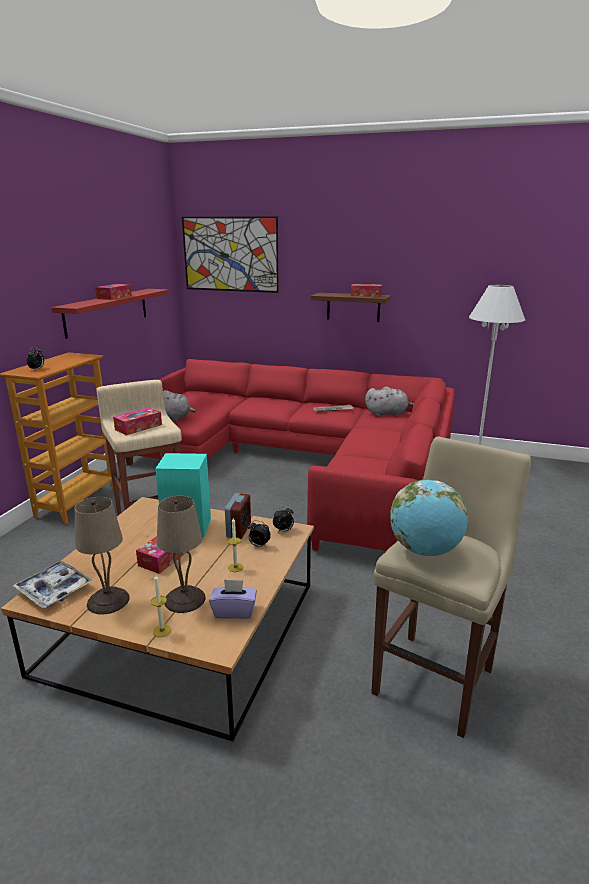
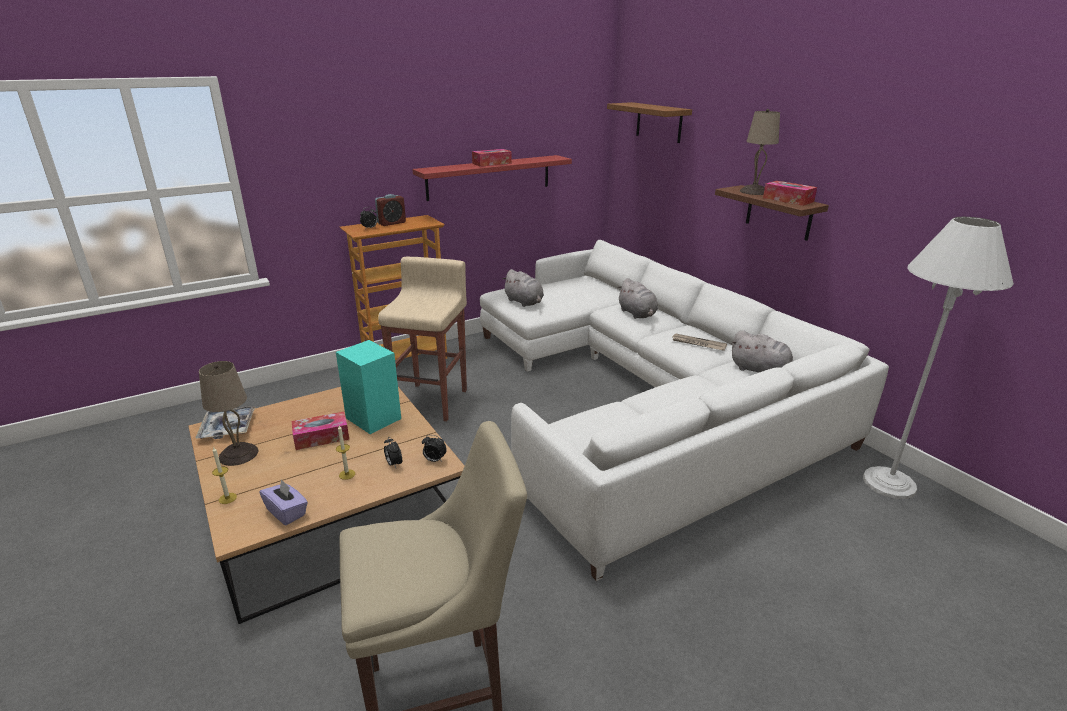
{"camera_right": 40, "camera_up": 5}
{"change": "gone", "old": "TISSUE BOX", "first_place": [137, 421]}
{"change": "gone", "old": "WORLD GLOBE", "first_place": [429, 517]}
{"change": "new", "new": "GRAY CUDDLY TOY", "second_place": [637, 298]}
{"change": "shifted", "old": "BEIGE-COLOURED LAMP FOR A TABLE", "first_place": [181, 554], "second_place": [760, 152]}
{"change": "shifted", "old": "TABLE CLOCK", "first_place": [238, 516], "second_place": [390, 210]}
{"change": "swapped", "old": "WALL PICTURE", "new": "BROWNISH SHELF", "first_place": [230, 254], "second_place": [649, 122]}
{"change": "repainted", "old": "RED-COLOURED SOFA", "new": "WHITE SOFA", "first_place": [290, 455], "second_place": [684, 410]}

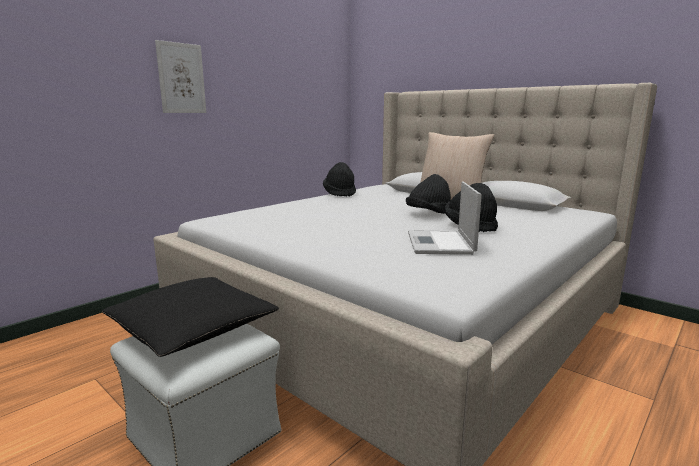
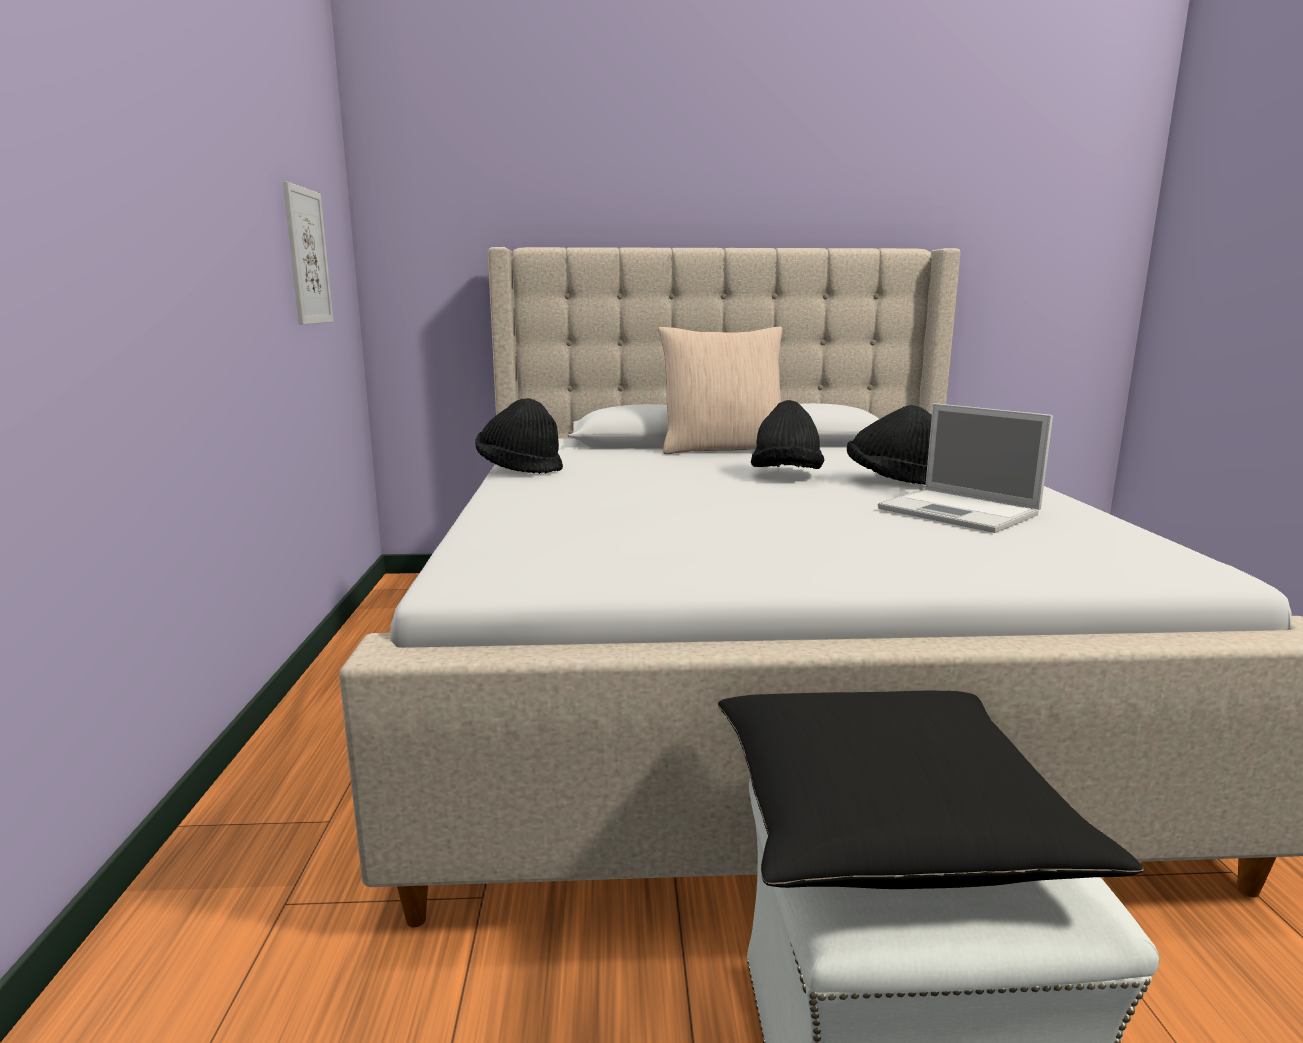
{"camera_right": -45, "camera_up": 0}
{"change": "shifted", "old": "WALL PICTURE", "first_place": [180, 76], "second_place": [308, 253]}

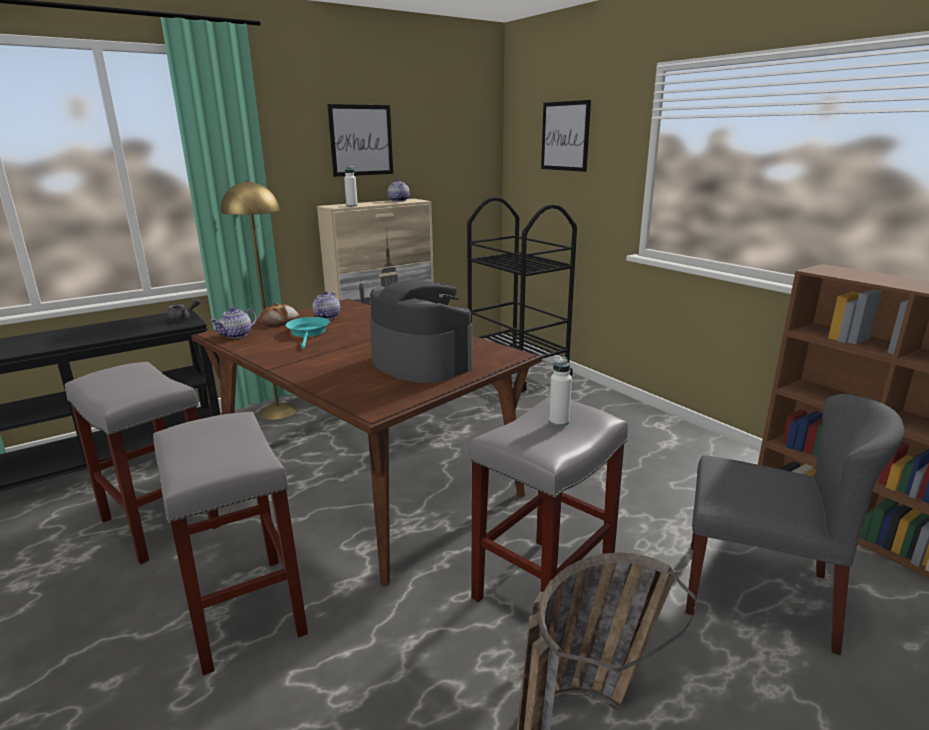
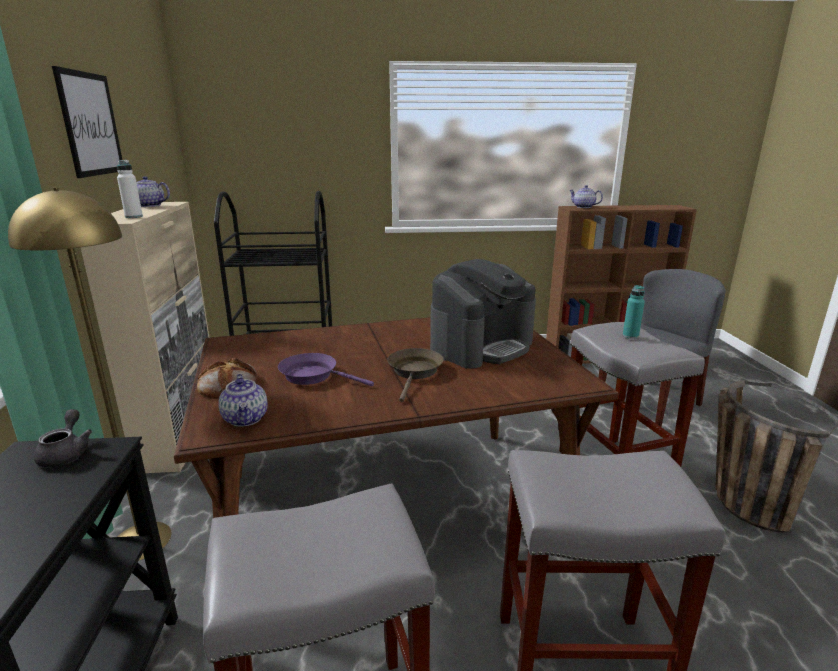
{"camera_right": -60, "camera_up": 0}
{"change": "gone", "old": "WALL PICTURE", "first_place": [566, 136]}
{"change": "new", "new": "BROWNISH FRYING PAN", "second_place": [415, 375]}
{"change": "shifted", "old": "TEA POT", "first_place": [326, 305], "second_place": [586, 196]}
{"change": "repainted", "old": "TURQUOISE FRYING PAN", "new": "PURPLE-COLOURED FRYING PAN", "first_place": [308, 333], "second_place": [326, 369]}
{"change": "repainted", "old": "WHITE DRINK BOTTLE", "new": "TURQUOISE DRINK BOTTLE", "first_place": [560, 392], "second_place": [634, 312]}
{"change": "rotated", "old": "COFFEE MACHINE", "first_place": [421, 331], "second_place": [483, 314], "degrees": 150}

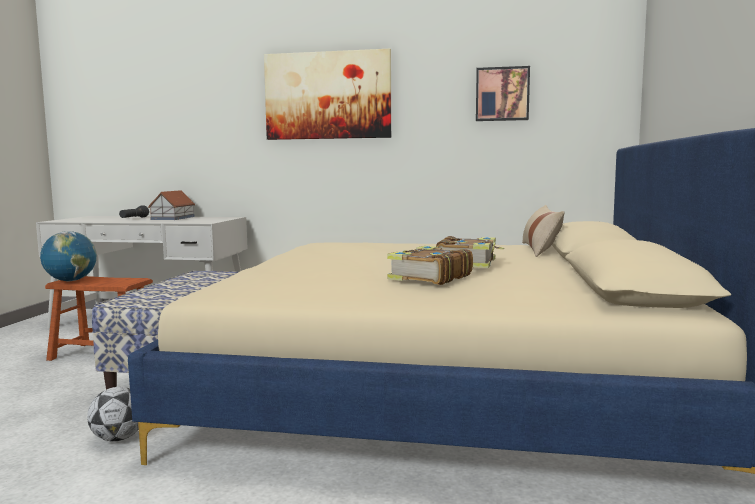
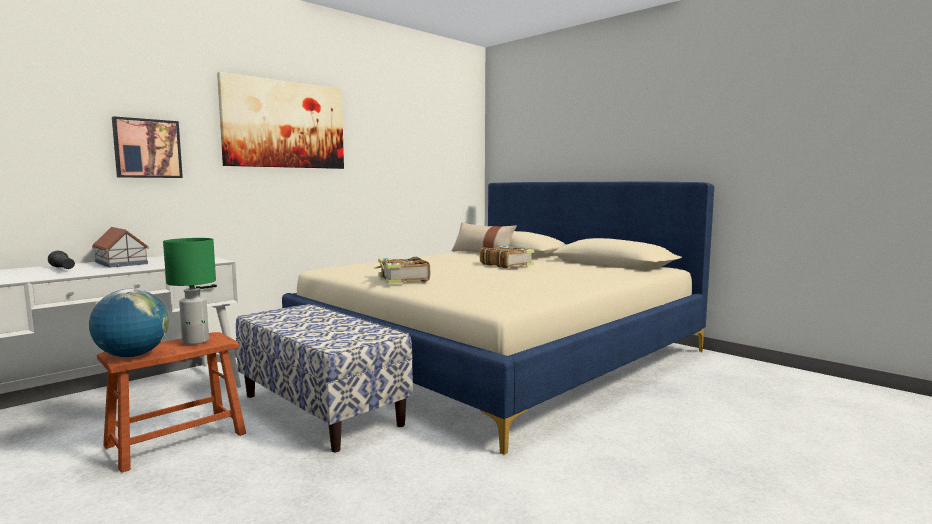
{"camera_right": -55, "camera_up": 0}
{"change": "gone", "old": "FOOTBALL", "first_place": [113, 414]}
{"change": "new", "new": "GREEN-COLOURED LAMP FOR A TABLE", "second_place": [189, 291]}
{"change": "shifted", "old": "BOUND BOOK", "first_place": [430, 265], "second_place": [402, 270]}
{"change": "shifted", "old": "WALL PICTURE", "first_place": [503, 93], "second_place": [147, 147]}

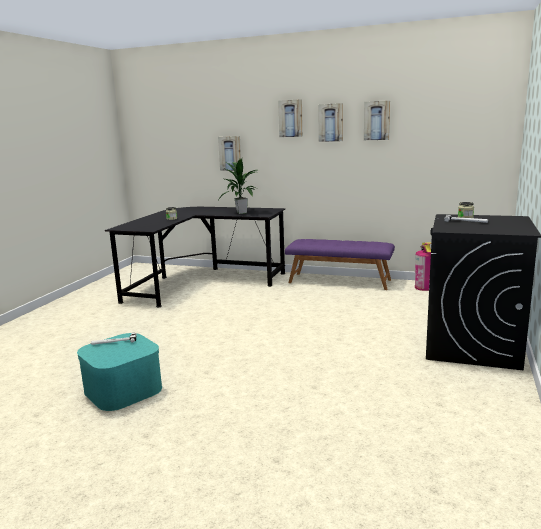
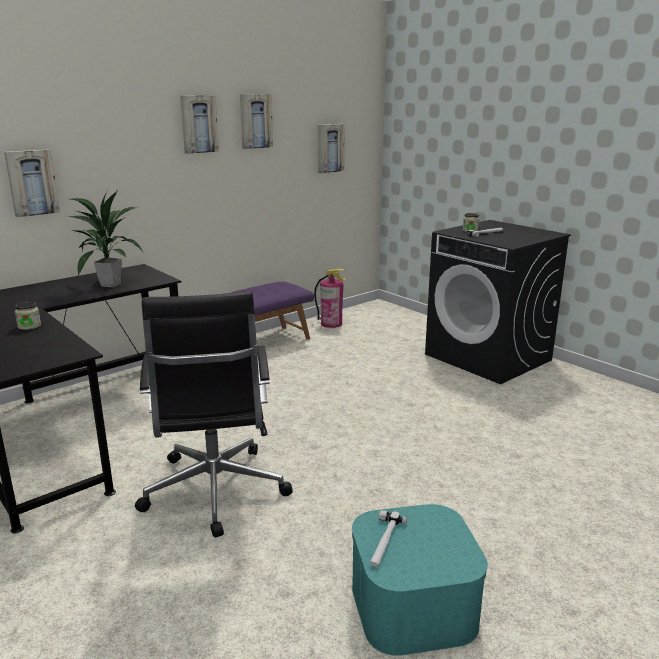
{"camera_right": -60, "camera_up": 5}
{"change": "new", "new": "BLACK-COLOURED DESK CHAIR", "second_place": [214, 414]}
{"change": "shifted", "old": "WALL PICTURE", "first_place": [290, 118], "second_place": [331, 148]}

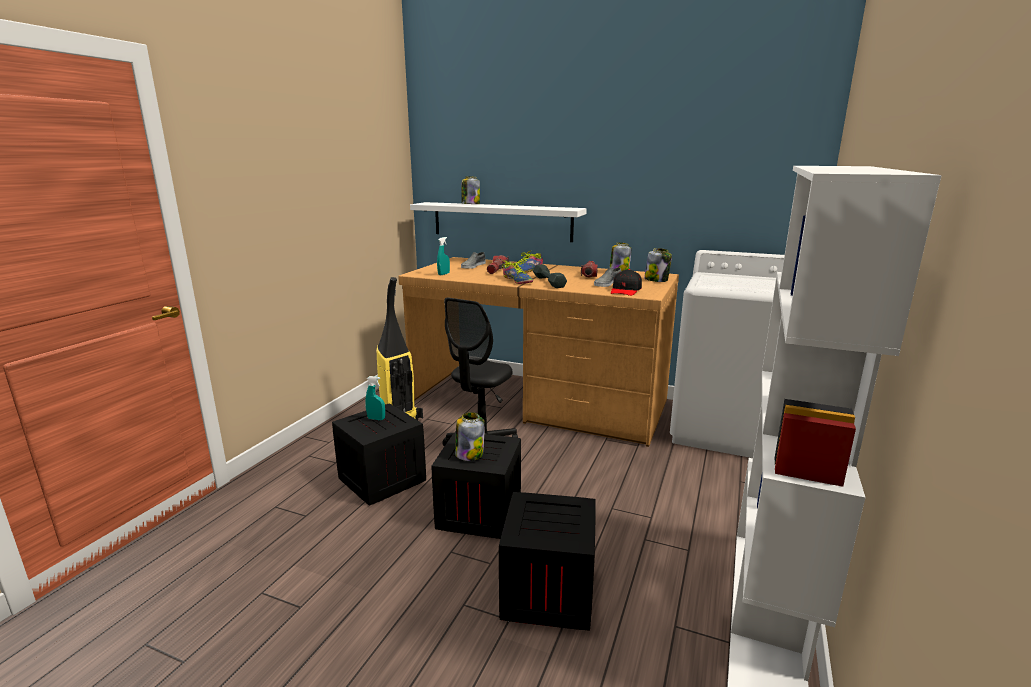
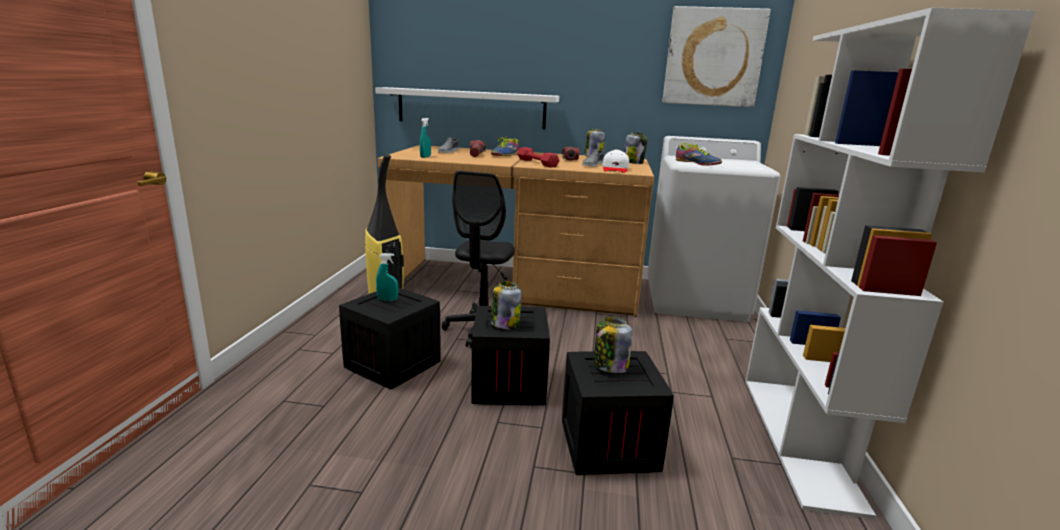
{"camera_right": -15, "camera_up": 0}
{"change": "new", "new": "WALL PICTURE", "second_place": [716, 56]}
{"change": "shifted", "old": "PRESERVE JAR", "first_place": [470, 190], "second_place": [613, 345]}
{"change": "shifted", "old": "SHOE", "first_place": [517, 272], "second_place": [699, 154]}
{"change": "repainted", "old": "GRAY FREE WEIGHT", "new": "RED-COLOURED FREE WEIGHT", "first_place": [550, 276], "second_place": [538, 157]}
{"change": "repainted", "old": "BLACK-COLOURED BASEBALL CAP", "new": "WHITE BASEBALL CAP", "first_place": [626, 282], "second_place": [615, 161]}

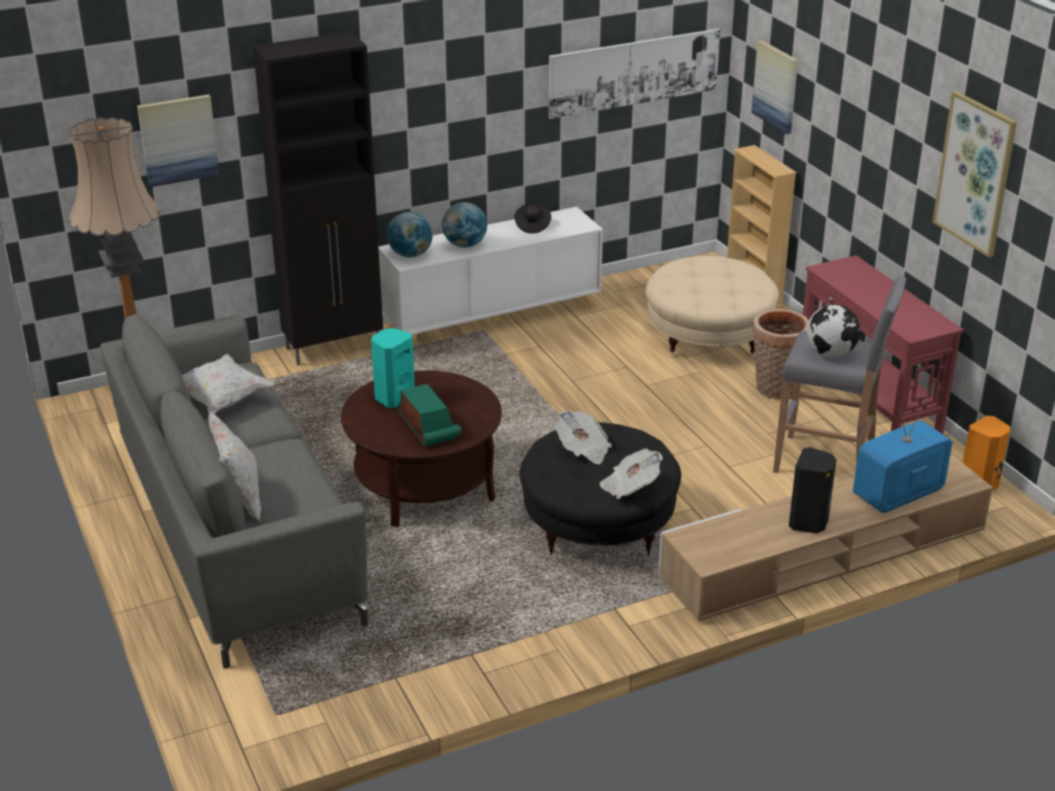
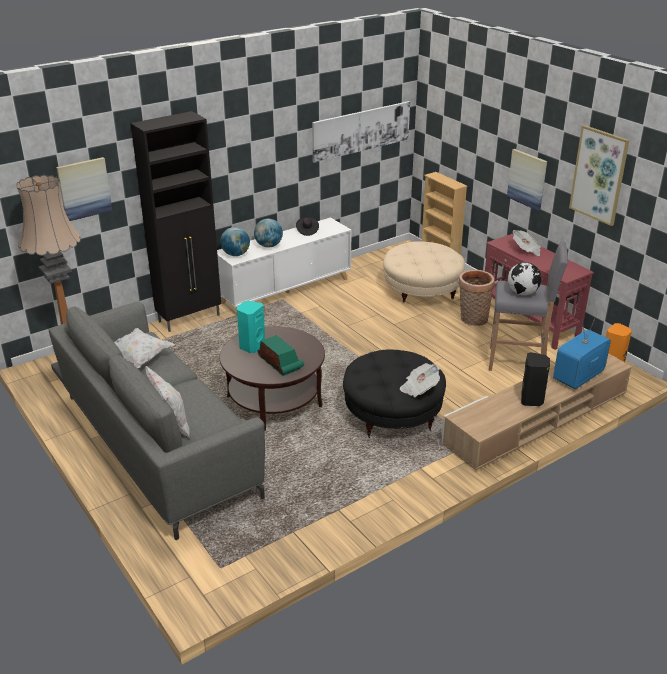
{"camera_right": -10, "camera_up": 0}
{"change": "shifted", "old": "PRINTED PAPER", "first_place": [583, 437], "second_place": [527, 243]}
{"change": "shifted", "old": "WALL PICTURE", "first_place": [774, 87], "second_place": [527, 180]}

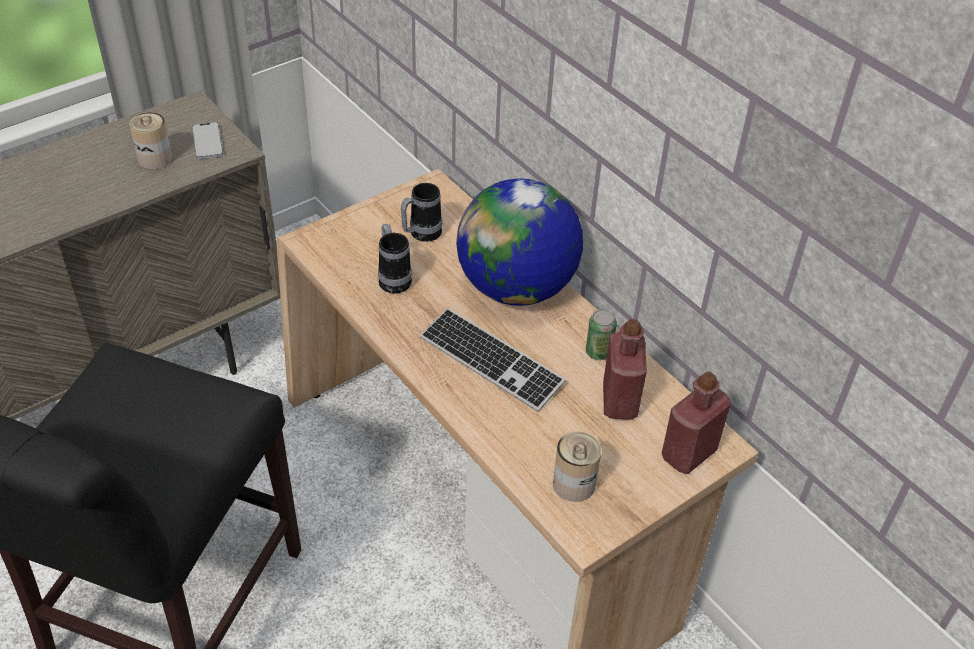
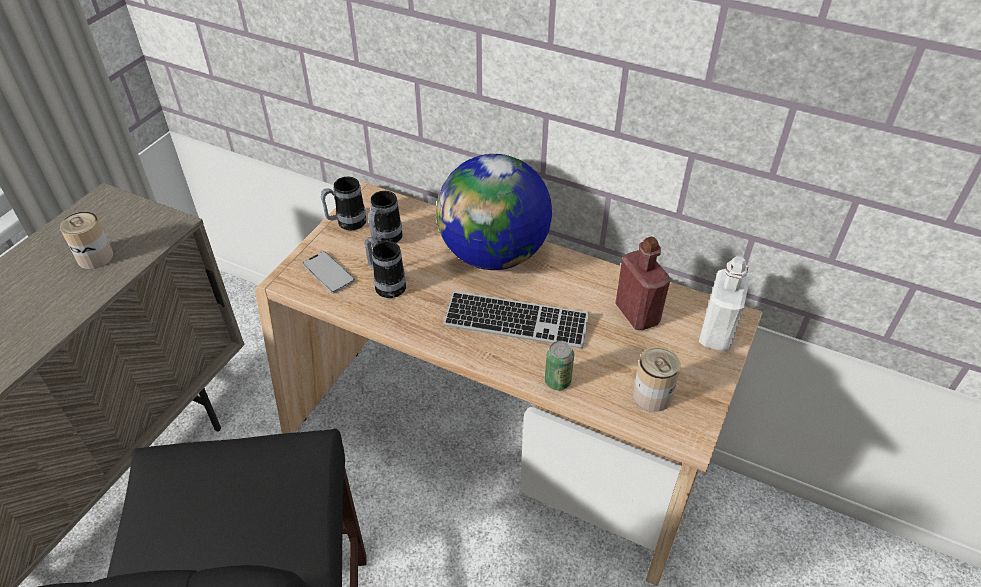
{"camera_right": -25, "camera_up": 0}
{"change": "new", "new": "TEA MUG", "second_place": [343, 203]}
{"change": "shifted", "old": "TELEPHONE", "first_place": [207, 140], "second_place": [329, 272]}
{"change": "shifted", "old": "METAL CAN", "first_place": [601, 334], "second_place": [559, 365]}
{"change": "repainted", "old": "RED-COLOURED DRINK BOTTLE", "new": "WHITE DRINK BOTTLE", "first_place": [696, 423], "second_place": [724, 303]}

